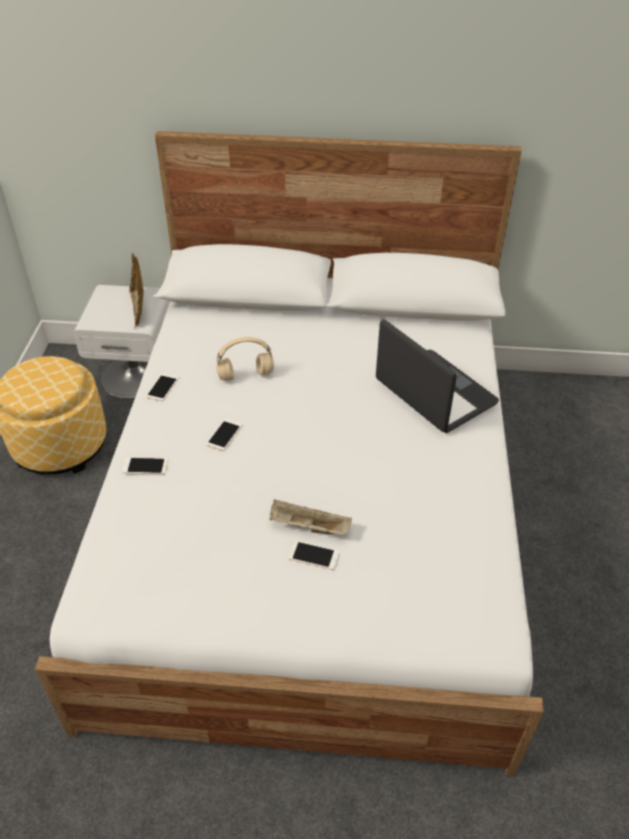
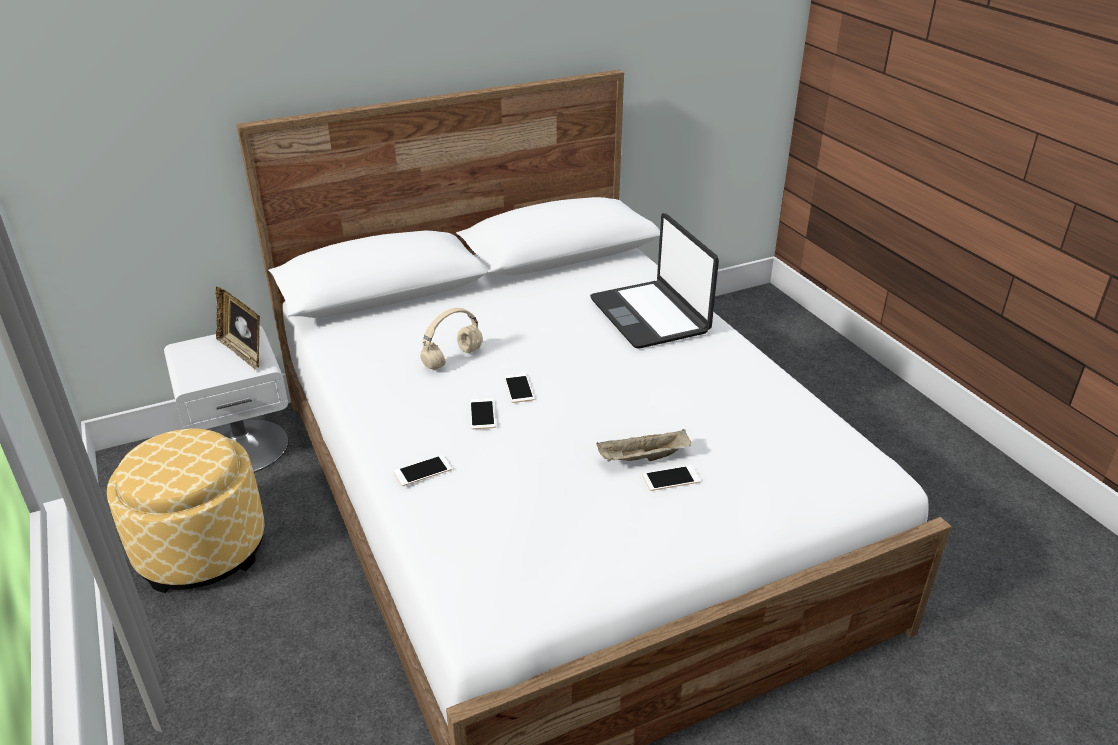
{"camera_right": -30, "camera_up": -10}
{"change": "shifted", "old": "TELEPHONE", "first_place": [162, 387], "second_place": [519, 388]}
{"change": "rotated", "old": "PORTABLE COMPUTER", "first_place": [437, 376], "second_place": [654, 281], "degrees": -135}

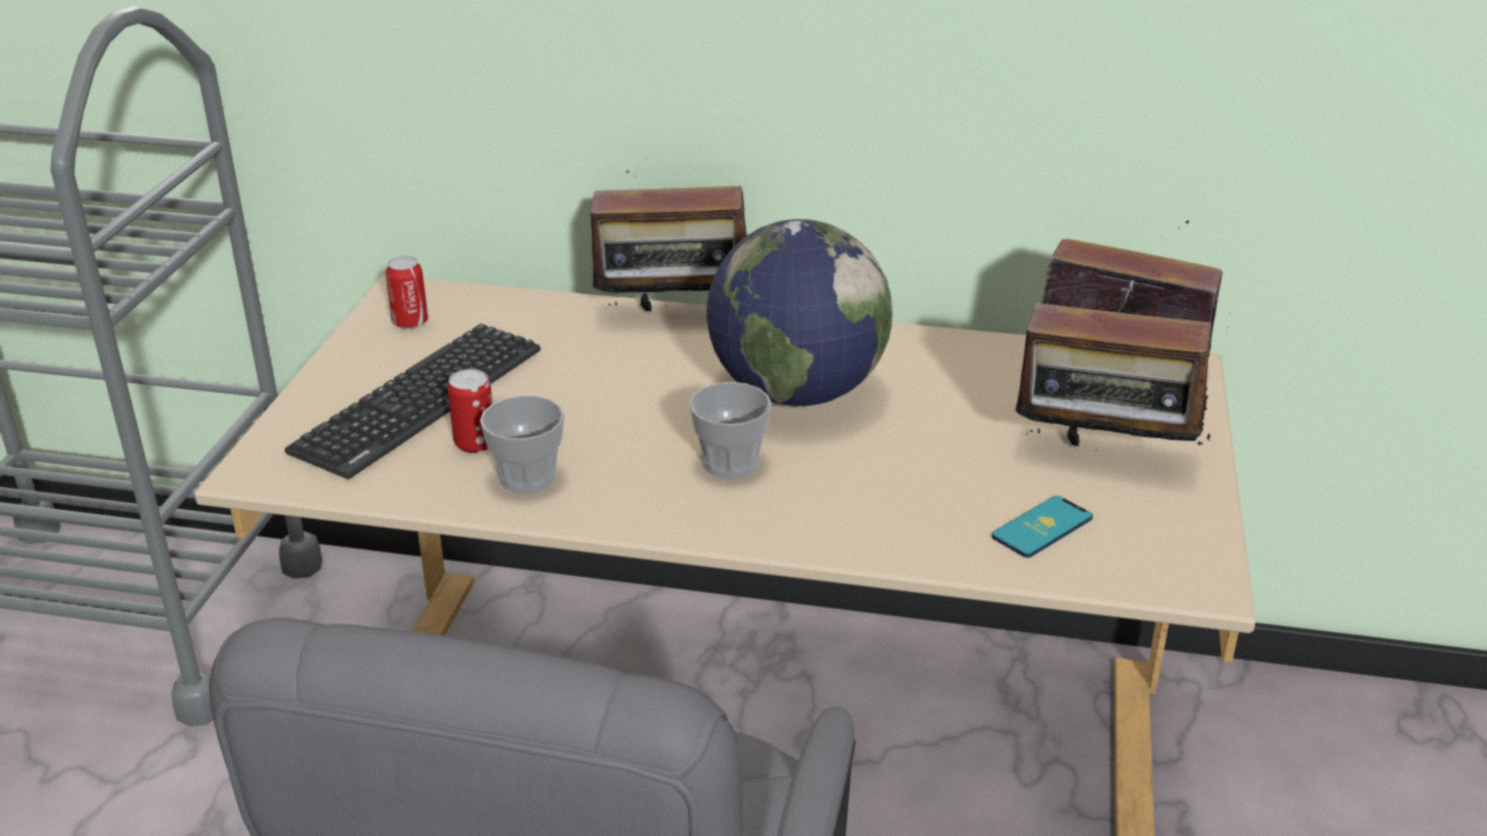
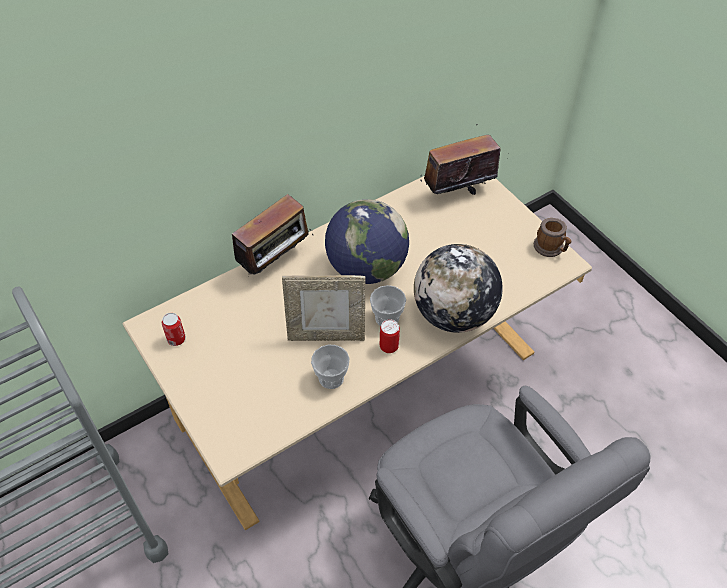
{"camera_right": -45, "camera_up": 20}
{"change": "gone", "old": "COMPUTER KEYBOARD", "first_place": [413, 401]}
{"change": "gone", "old": "TELEPHONE", "first_place": [1042, 527]}
{"change": "gone", "old": "RADIO", "first_place": [1113, 363]}
{"change": "new", "new": "PICTURE FRAME", "second_place": [324, 308]}
{"change": "new", "new": "WORLD GLOBE", "second_place": [458, 288]}
{"change": "new", "new": "TEA MUG", "second_place": [552, 237]}
{"change": "shifted", "old": "METAL CAN", "first_place": [470, 411], "second_place": [390, 336]}

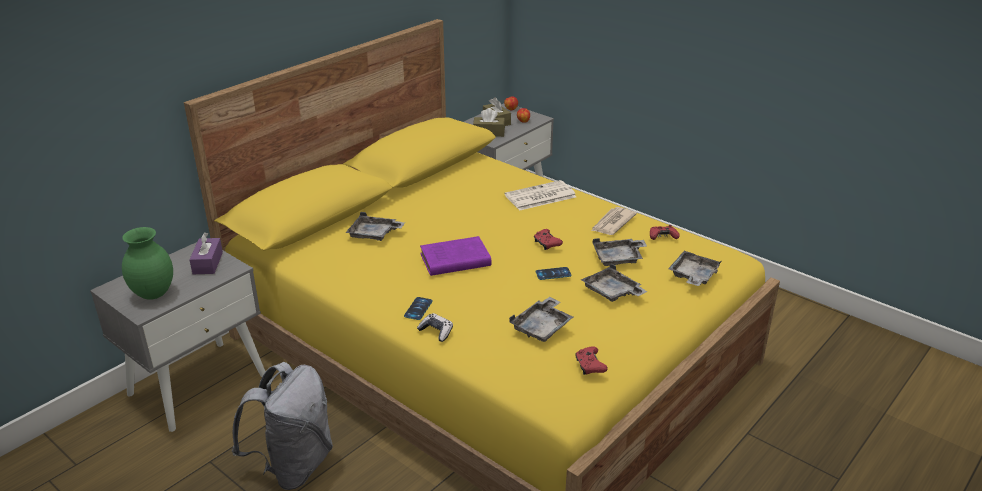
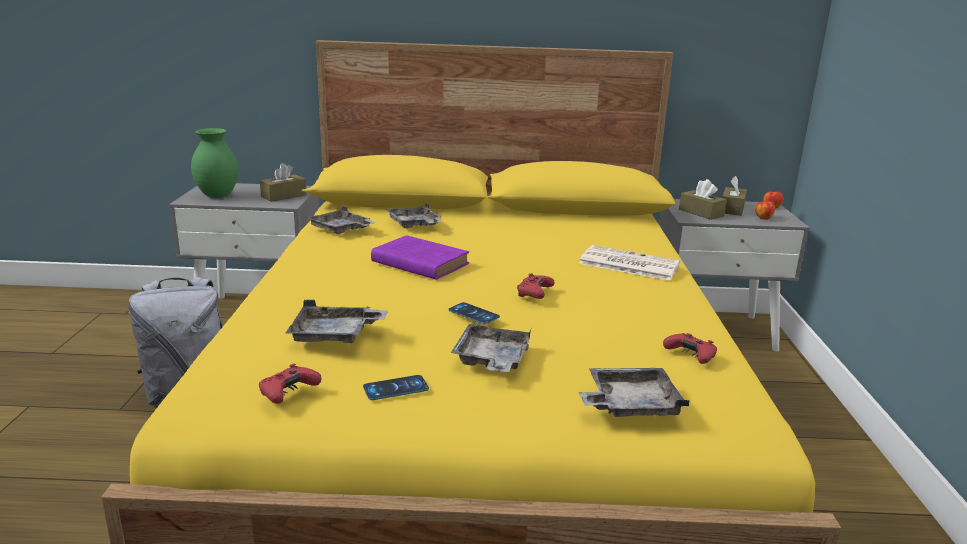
{"camera_right": 50, "camera_up": -10}
{"change": "gone", "old": "JOYPAD", "first_place": [435, 327]}
{"change": "gone", "old": "PRINTED PAPER", "first_place": [614, 221]}
{"change": "shifted", "old": "TELEPHONE", "first_place": [418, 308], "second_place": [396, 387]}
{"change": "shifted", "old": "GRAY CARRYING TRAY", "first_place": [619, 252], "second_place": [341, 219]}
{"change": "repainted", "old": "PURPLE-COLOURED TISSUE BOX", "new": "BROWNISH TISSUE BOX", "first_place": [206, 253], "second_place": [283, 182]}

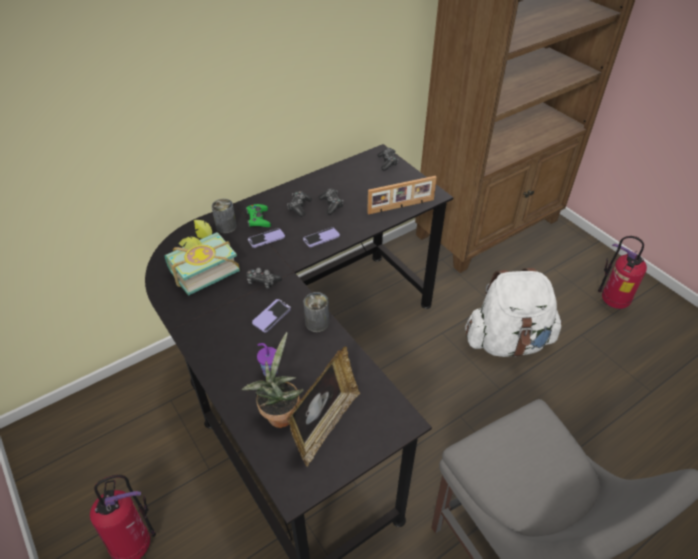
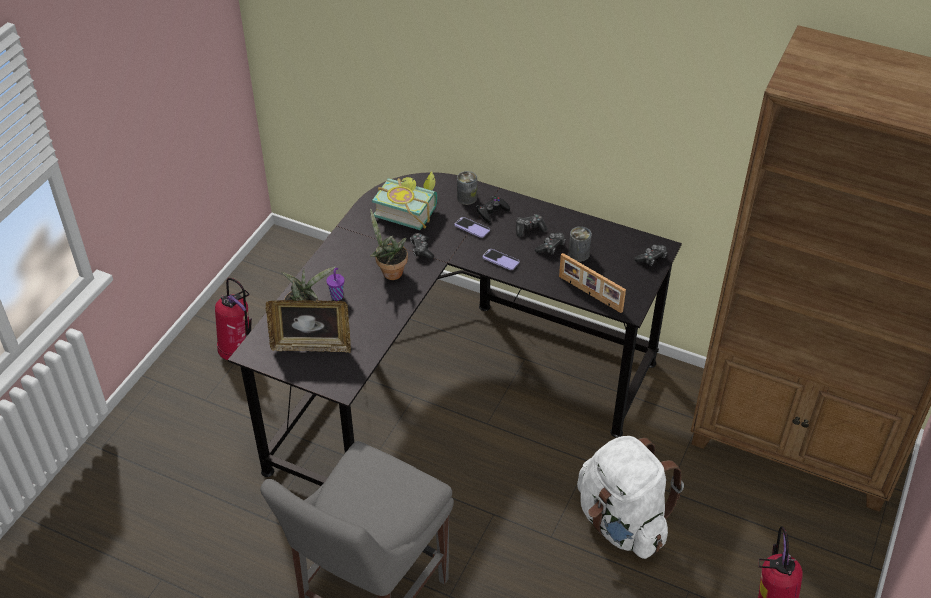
{"camera_right": 60, "camera_up": 0}
{"change": "shifted", "old": "METAL CAN", "first_place": [316, 312], "second_place": [580, 244]}
{"change": "swapped", "old": "TELEPHONE", "new": "POTTED PLANT", "first_place": [271, 315], "second_place": [389, 244]}
{"change": "repainted", "old": "GREEN-COLOURED JOYPAD", "new": "BLACK-COLOURED JOYPAD", "first_place": [258, 215], "second_place": [493, 209]}

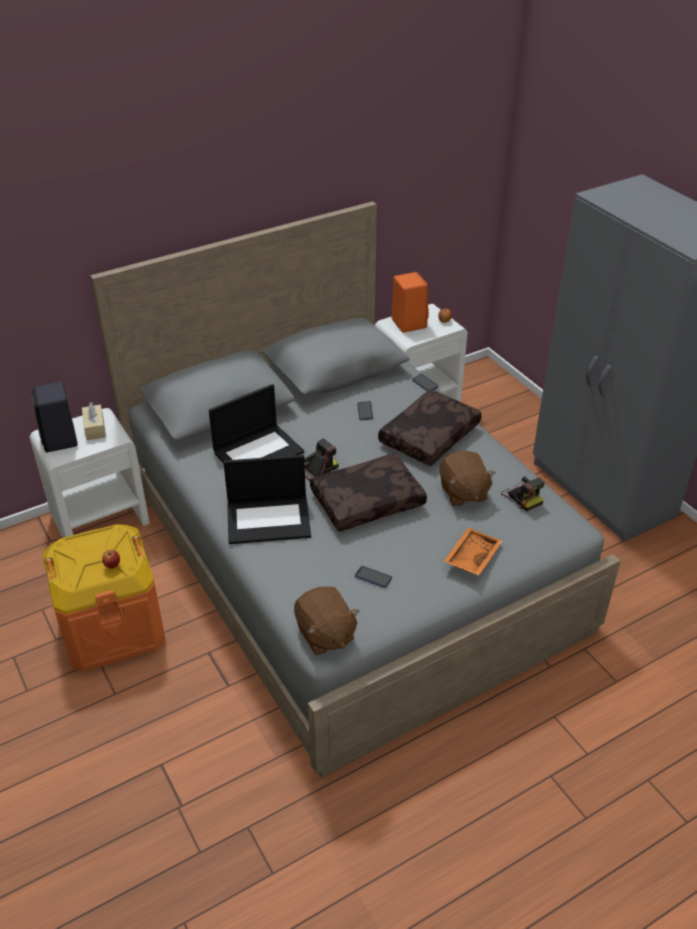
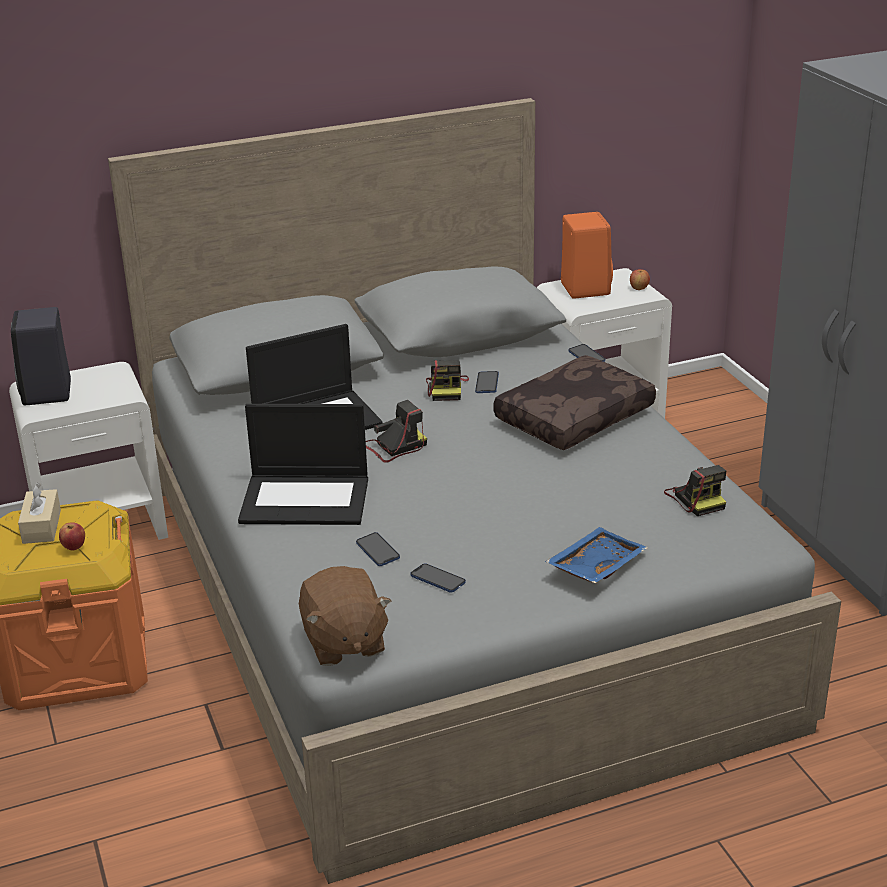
{"camera_right": 10, "camera_up": -10}
{"change": "gone", "old": "BROWNISH CUSHION", "first_place": [368, 492]}
{"change": "gone", "old": "BROWNISH CUDDLY TOY", "first_place": [467, 478]}
{"change": "new", "new": "TELEPHONE", "second_place": [378, 549]}
{"change": "new", "new": "STILL CAMERA", "second_place": [447, 380]}
{"change": "shifted", "old": "BEIGE-COLOURED TISSUE BOX", "first_place": [94, 421], "second_place": [39, 513]}
{"change": "repainted", "old": "ORANGE-COLOURED CARRYING TRAY", "new": "BLUE CARRYING TRAY", "first_place": [472, 552], "second_place": [596, 555]}

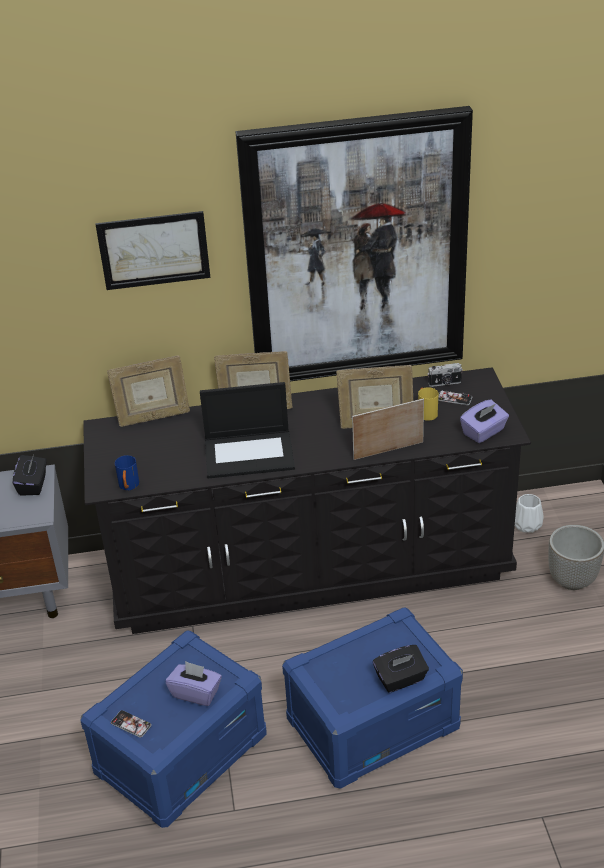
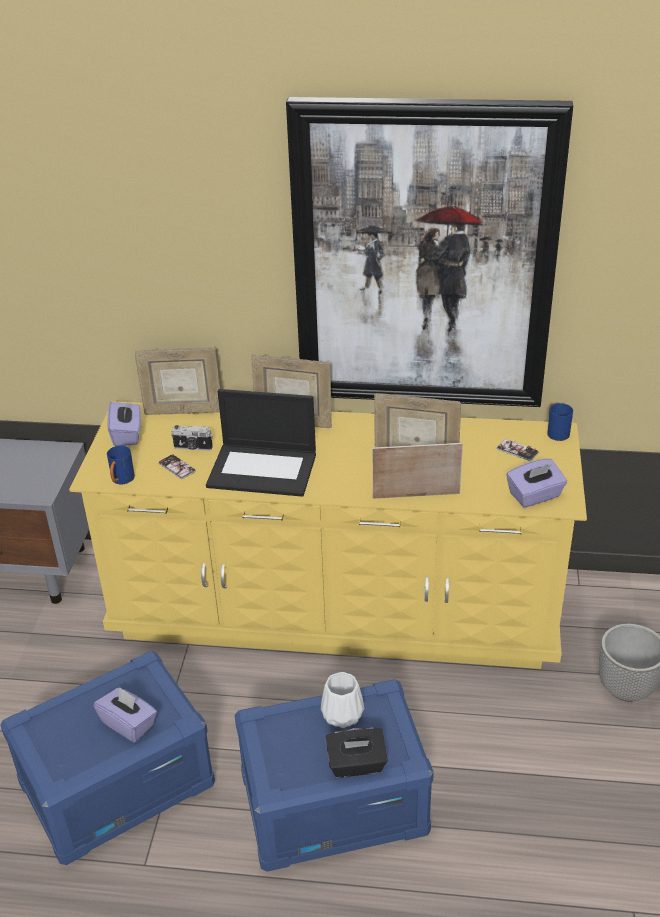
{"camera_right": 15, "camera_up": 0}
{"change": "gone", "old": "BLACK-COLOURED TISSUE BOX", "first_place": [30, 475]}
{"change": "gone", "old": "WALL PICTURE", "first_place": [152, 250]}
{"change": "gone", "old": "YELLOWISH TEA MUG", "first_place": [428, 404]}
{"change": "new", "new": "PURPLE-COLOURED TISSUE BOX", "second_place": [124, 423]}
{"change": "new", "new": "BLUE TEA MUG", "second_place": [560, 422]}
{"change": "shifted", "old": "TELEPHONE", "first_place": [131, 724], "second_place": [177, 466]}
{"change": "shifted", "old": "STILL CAMERA", "first_place": [445, 375], "second_place": [192, 438]}
{"change": "shifted", "old": "WHITE FLOWER VASE", "first_place": [529, 513], "second_place": [342, 700]}
{"change": "repainted", "old": "BLACK-COLOURED DRESSER", "new": "YELLOWISH DRESSER", "first_place": [307, 500], "second_place": [328, 535]}

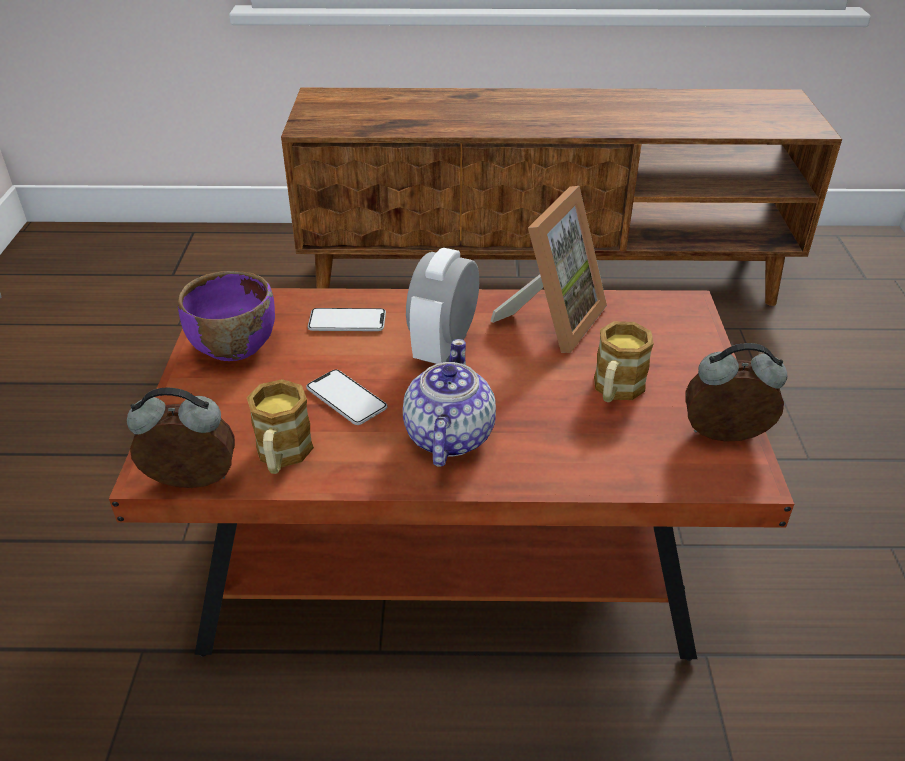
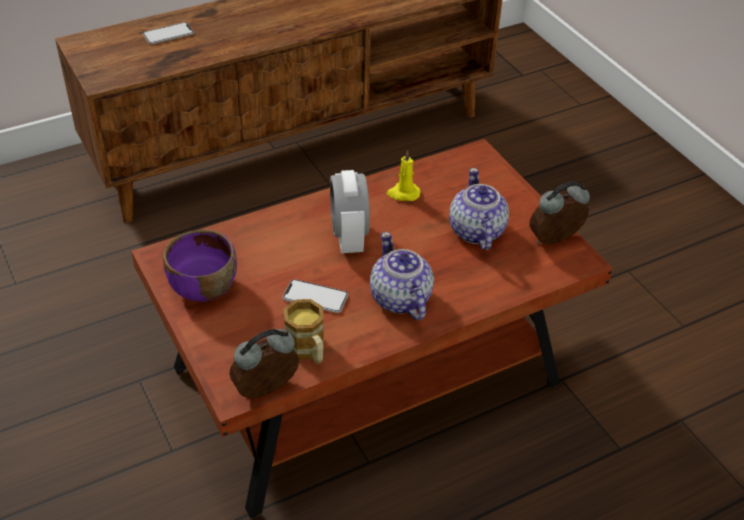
{"camera_right": -30, "camera_up": 5}
{"change": "shifted", "old": "TELEPHONE", "first_place": [347, 319], "second_place": [168, 33]}
{"change": "swapped", "old": "PICTURE FRAME", "new": "YELLOWISH WAX LIGHT", "first_place": [549, 269], "second_place": [403, 175]}
{"change": "swapped", "old": "TEA MUG", "new": "TEA POT", "first_place": [624, 361], "second_place": [479, 209]}

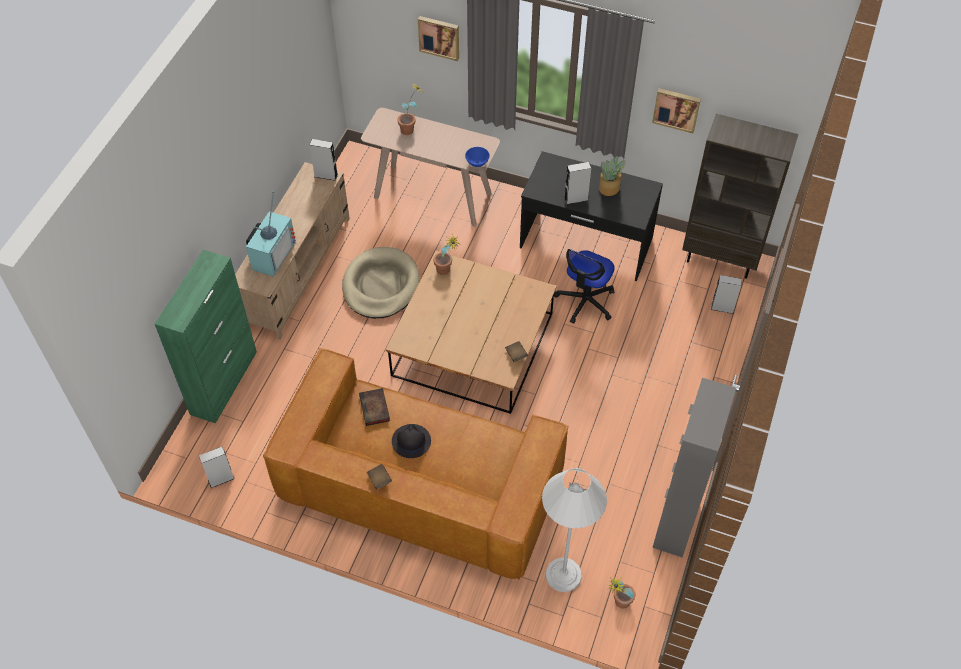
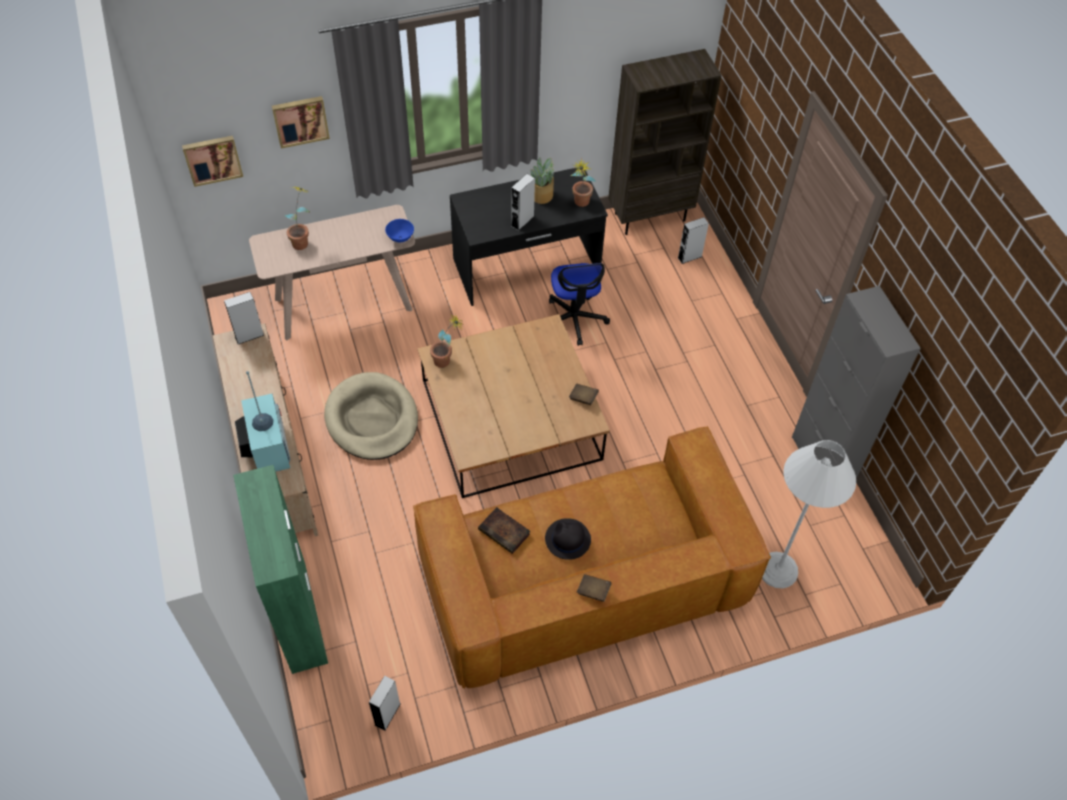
{"camera_right": -40, "camera_up": 0}
{"change": "shifted", "old": "POTTED PLANT", "first_place": [621, 592], "second_place": [583, 182]}
{"change": "shifted", "old": "WALL PICTURE", "first_place": [676, 110], "second_place": [212, 161]}

